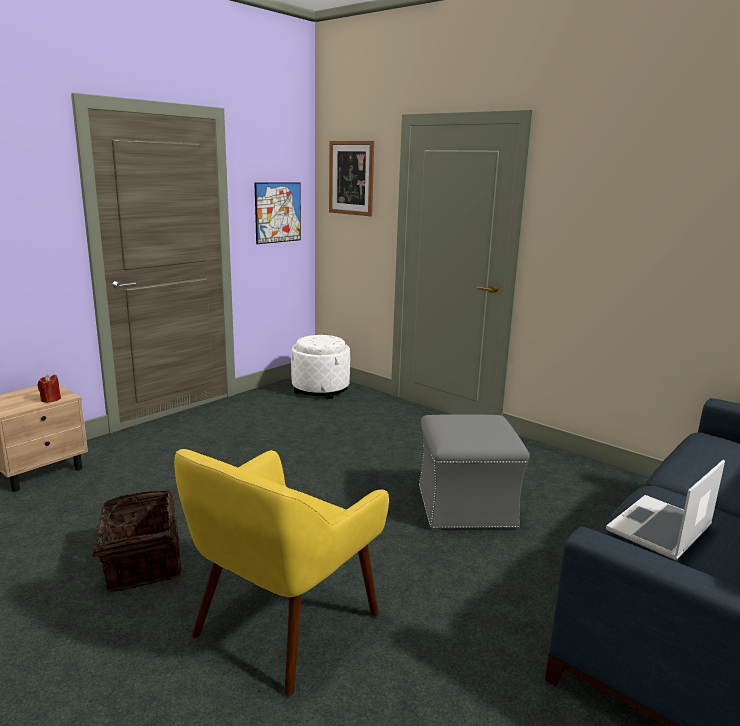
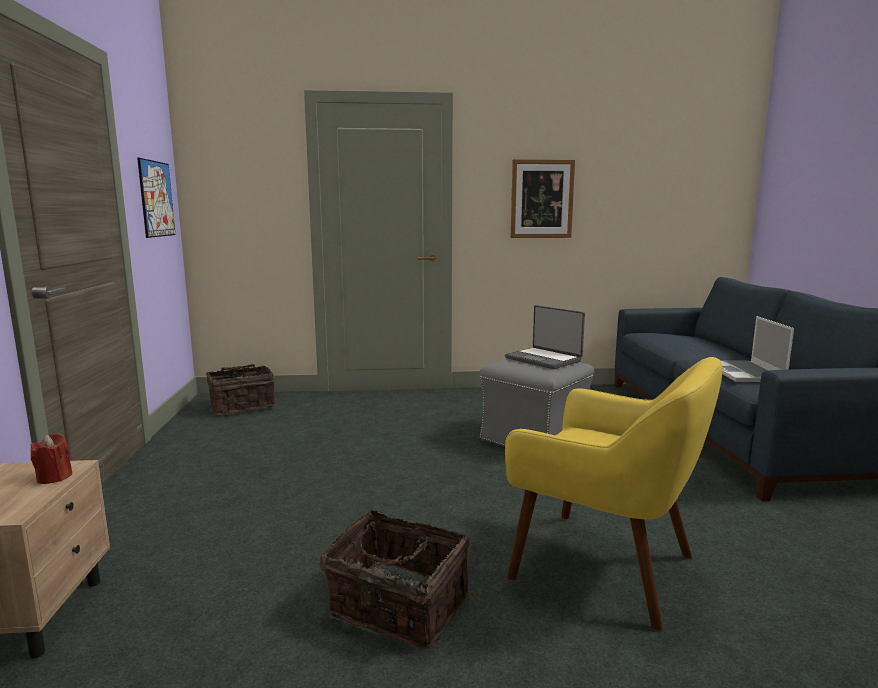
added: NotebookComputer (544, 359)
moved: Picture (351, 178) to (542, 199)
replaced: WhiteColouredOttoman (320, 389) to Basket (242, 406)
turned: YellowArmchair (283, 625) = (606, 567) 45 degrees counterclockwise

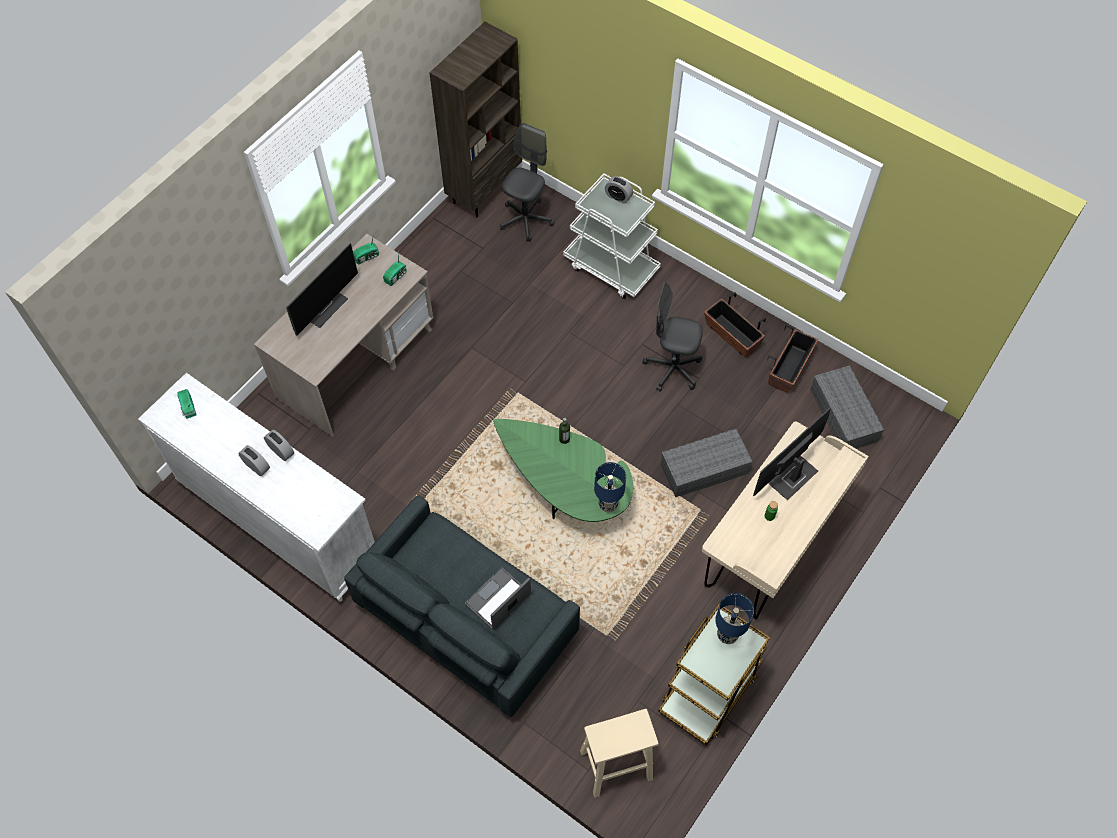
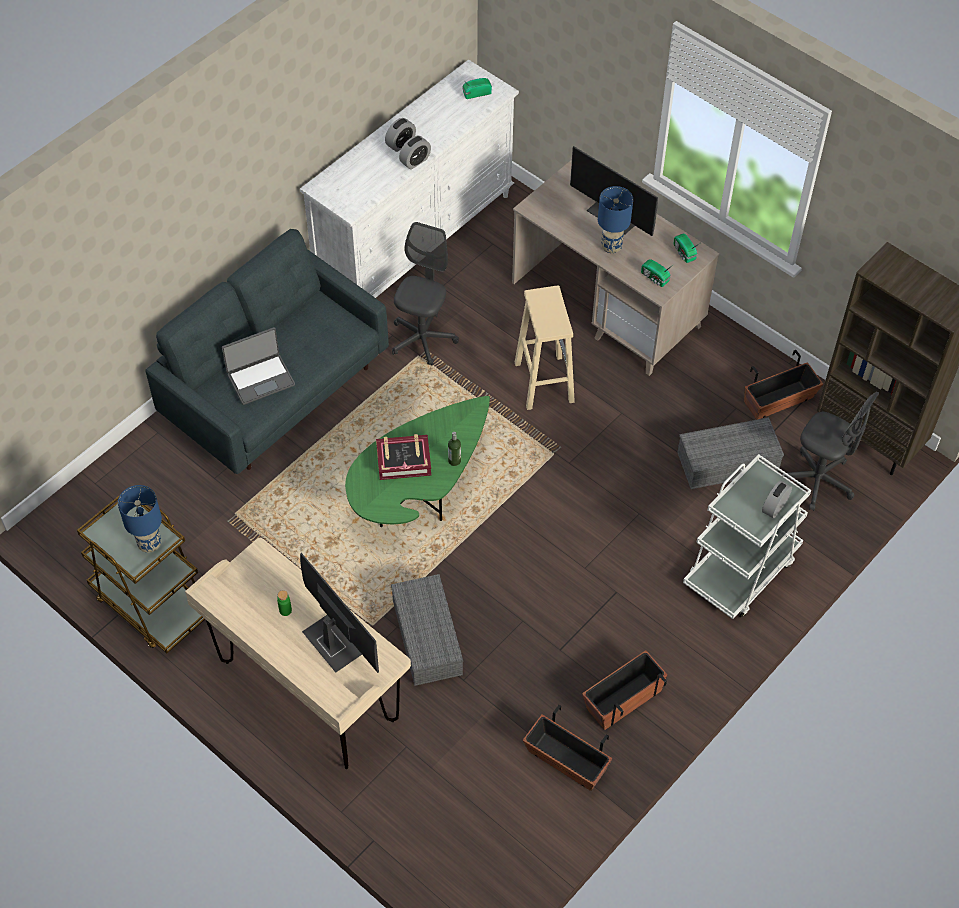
added: Planter (779, 401); Book (403, 460)
moved: GreyOfficeChair (672, 369) to (422, 339); GreyStorageBox (844, 416) to (726, 463); BlueTabletopLamp (608, 504) to (611, 247); SandColouredStool (615, 765) to (543, 381)
turned: NotebookComputer (499, 600) = (260, 379) 105 degrees clockwise

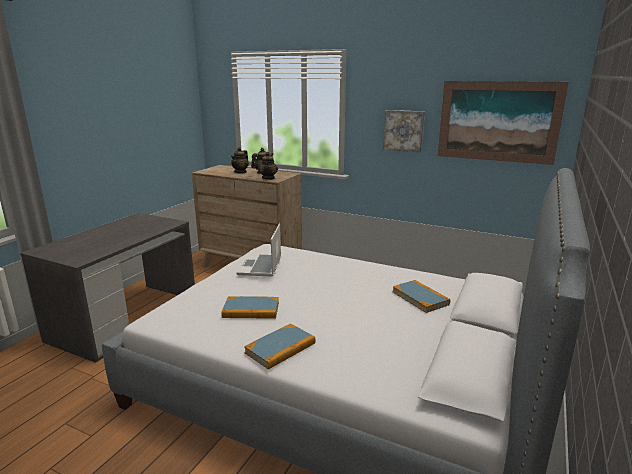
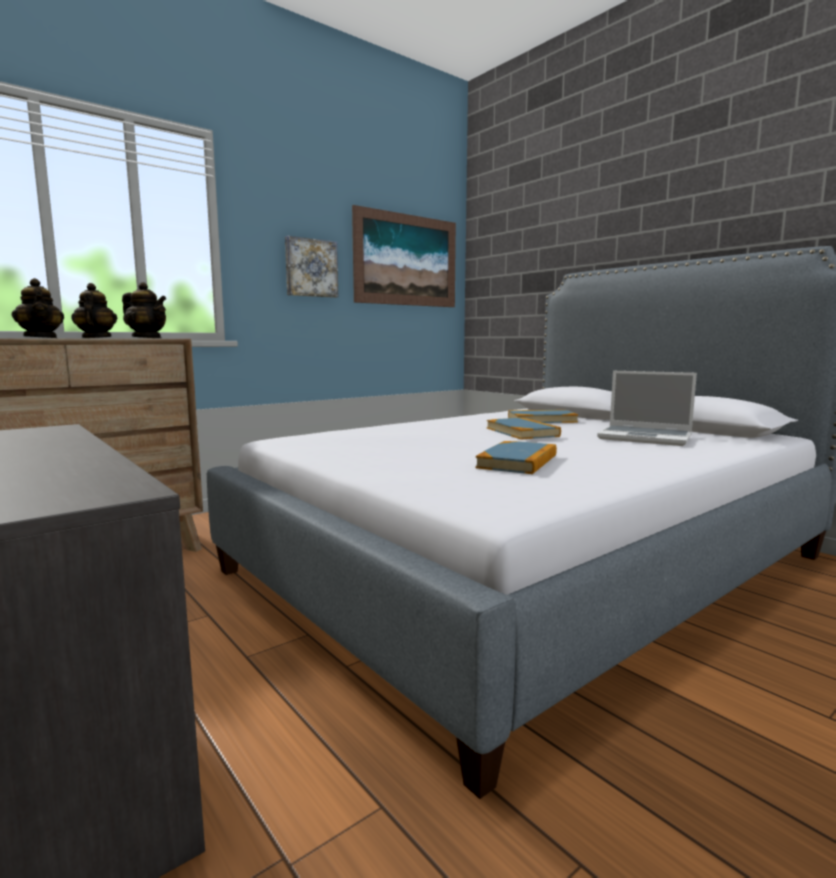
moved: NotebookComputer (260, 267) to (646, 437); Book (280, 348) to (522, 432)

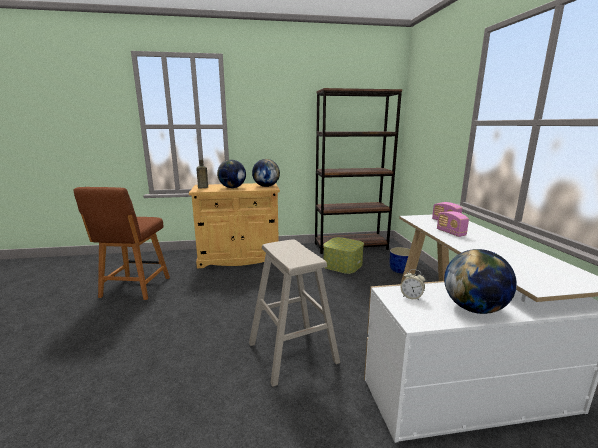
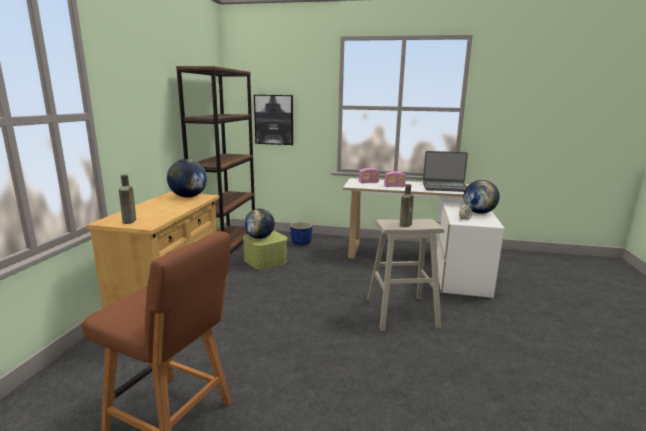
added: Picture (274, 119); NotebookComputer (445, 187); BrownishBottle (406, 224)
moved: WorldGlobe (232, 187) to (259, 237)

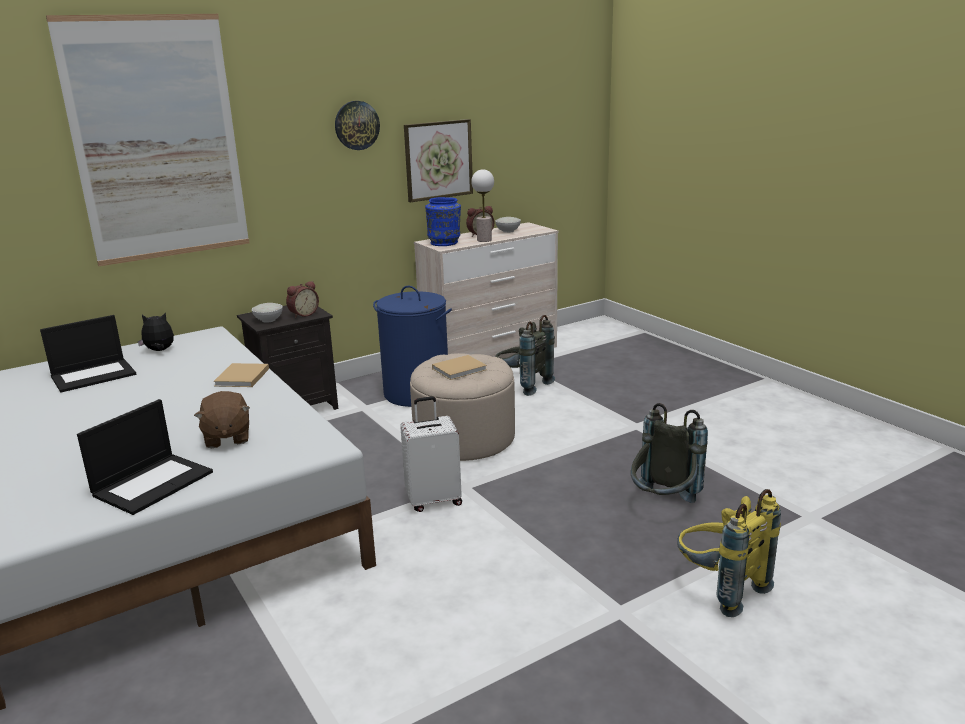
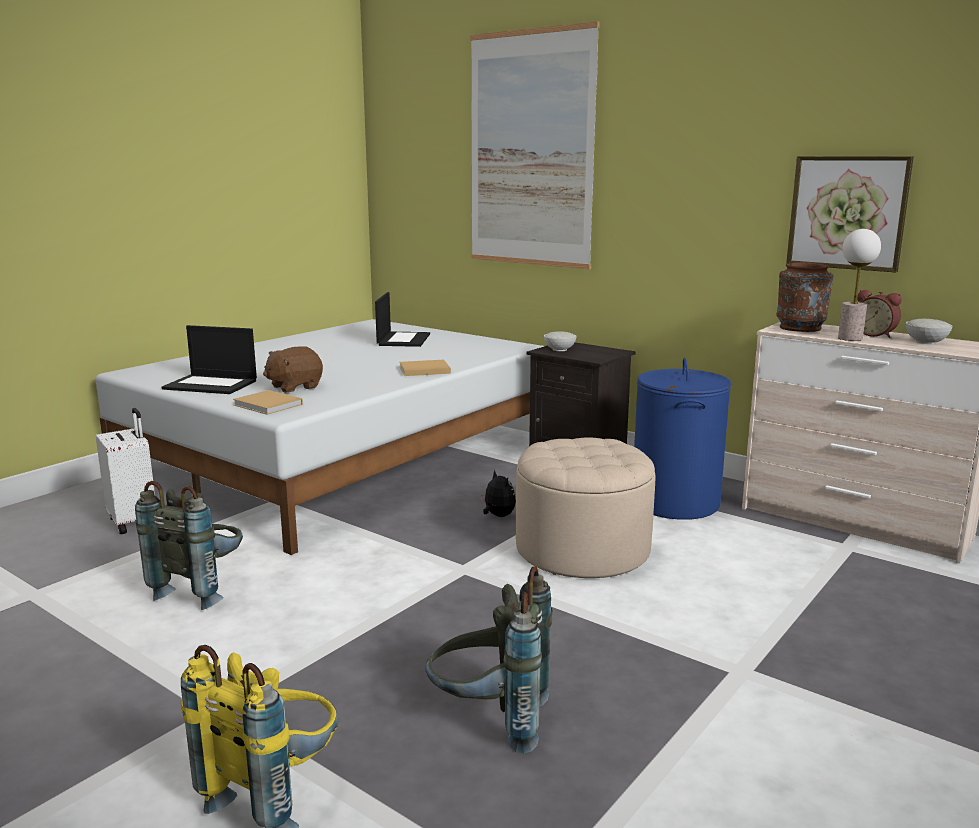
removed: WallClock (356, 125); AlarmClock (303, 314)
moved: PlushToy (159, 351) to (498, 516); GreyBackpack (523, 385) to (202, 589); SandColouredBook (460, 369) to (269, 405); WhiteColouredTravelCase (434, 500) to (134, 521)
recoloured: BlueDecorativeVase (444, 243) to BrownishDecorativeVase (800, 328)
turned: NotebookComputer (94, 375) = (403, 339) 120 degrees counterclockwise

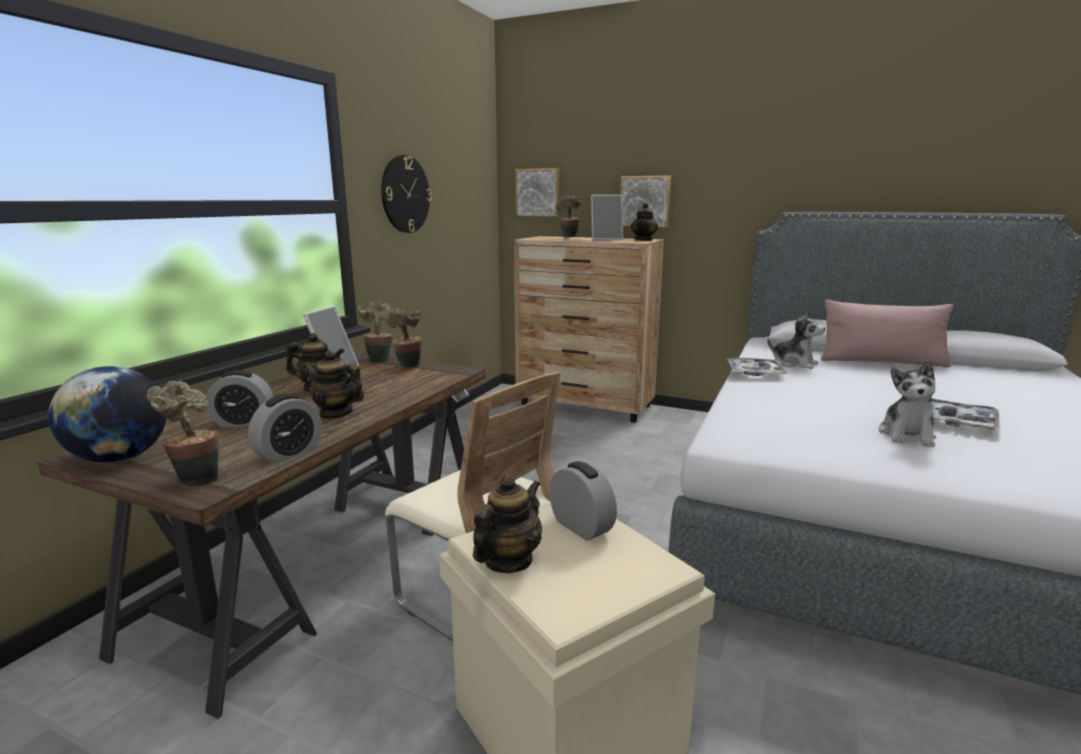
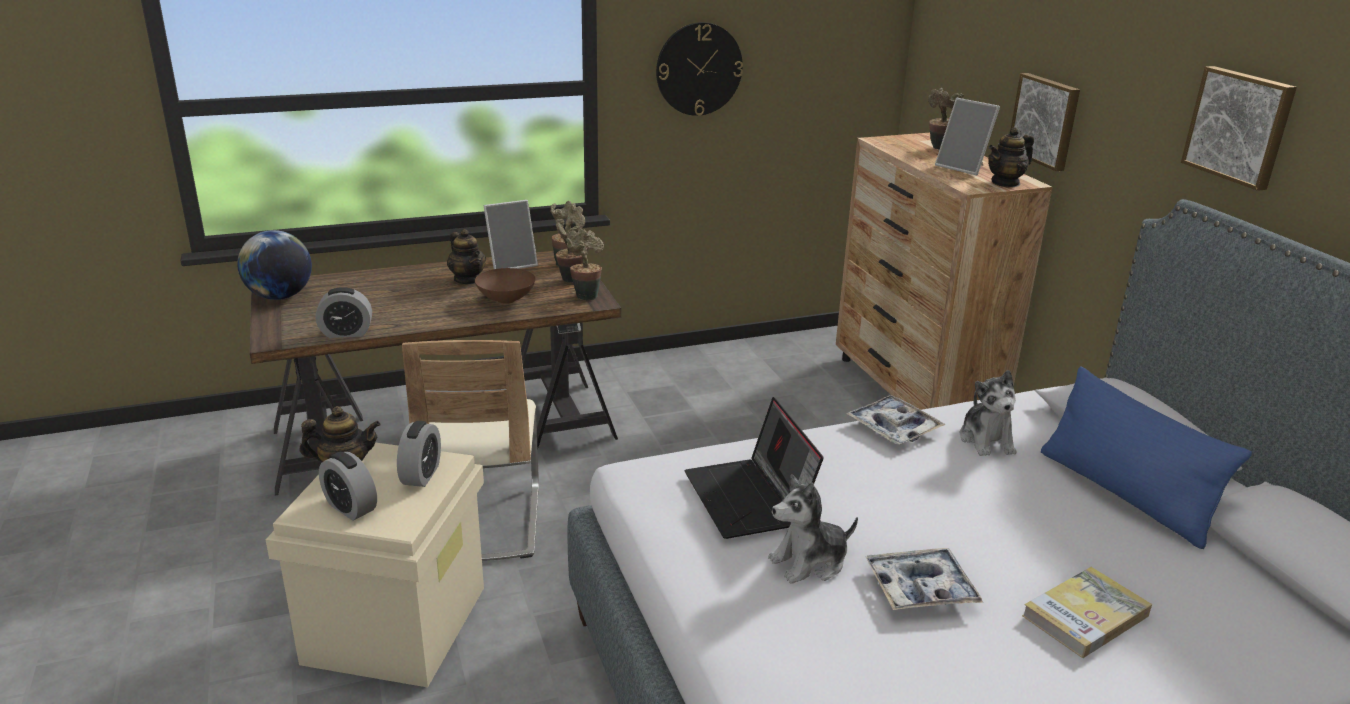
removed: Teapot (336, 413)
added: BrownishDeepDish (507, 300); NotebookComputer (750, 499); Book (1085, 616)
moved: Picture (538, 193) to (1239, 126); AlarmClock (243, 422) to (350, 507); PlantInAPot (196, 480) to (585, 295)
recoloured: PinkThrowPillow (881, 362) to BlueThrowPillow (1124, 494)

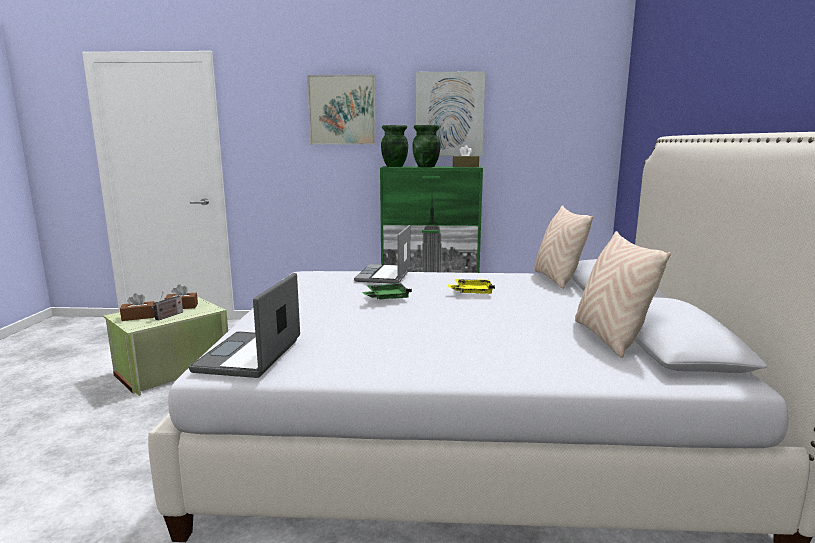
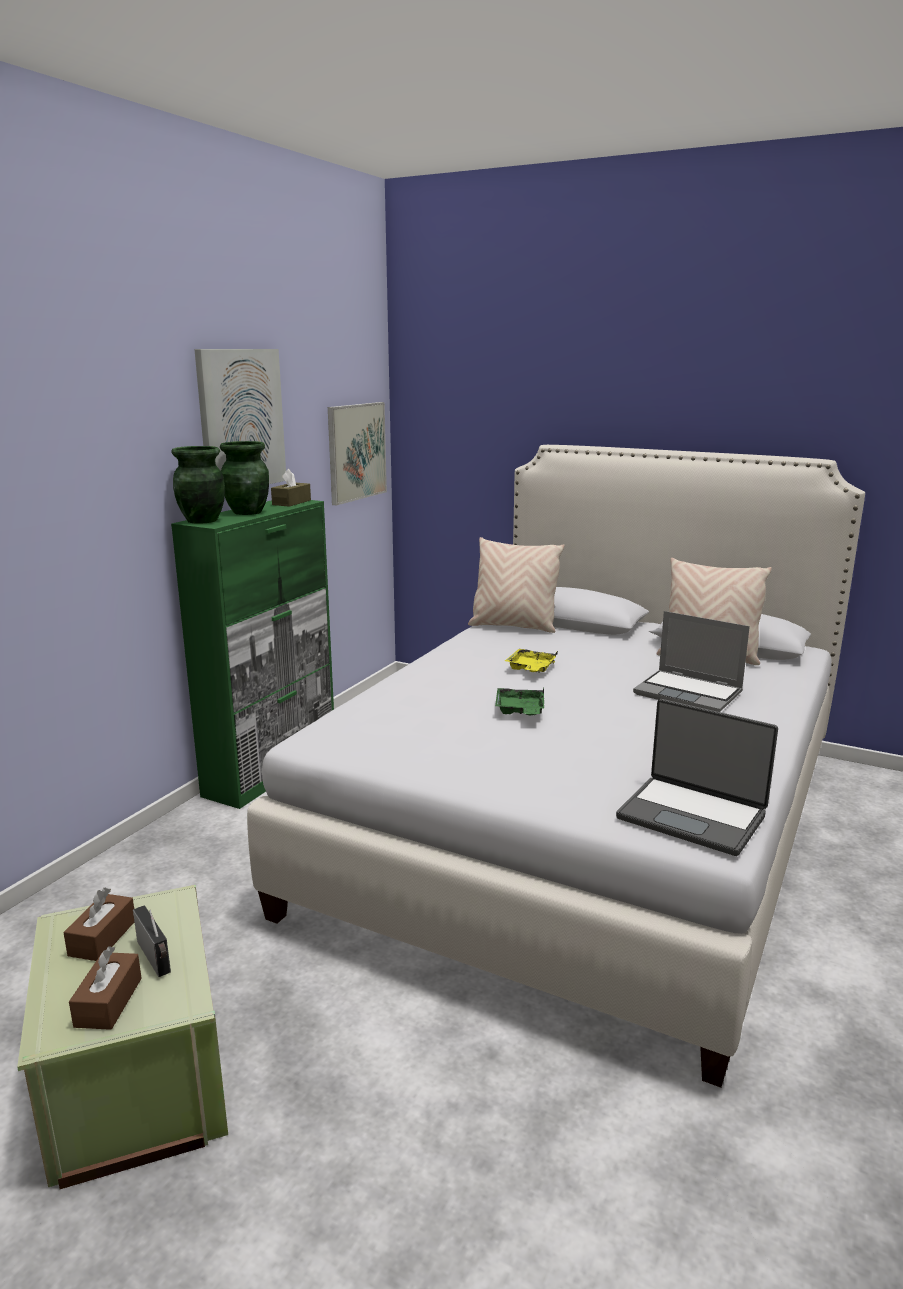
moved: Picture (342, 110) to (356, 452); NotebookComputer (384, 276) to (689, 693)

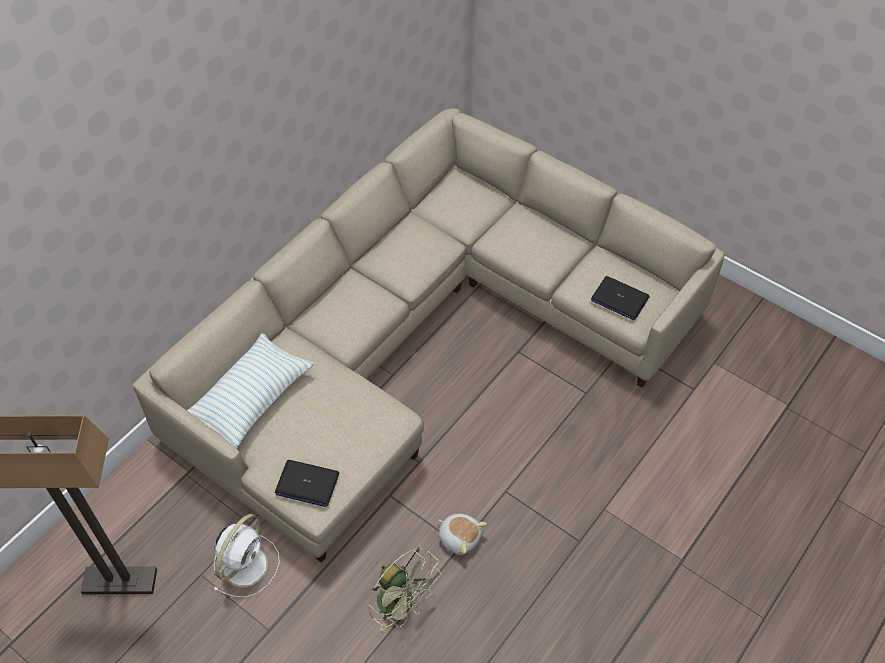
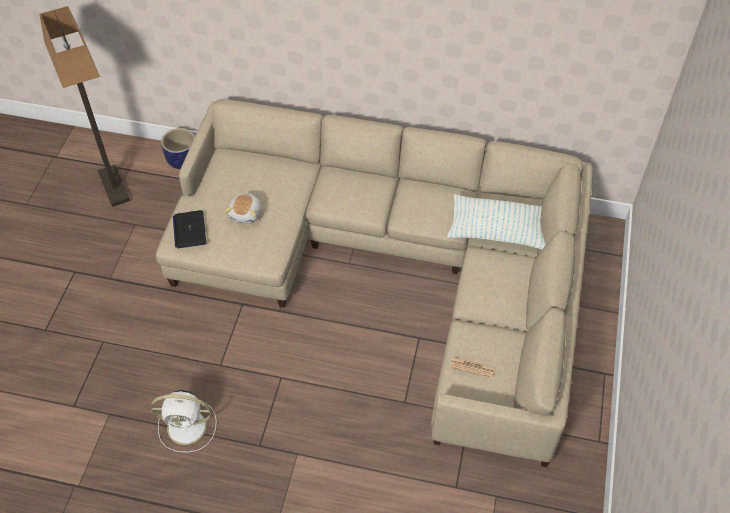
removed: GreenishElectricFan (402, 604)
added: Planter (183, 160)
moved: ThrowPillow (251, 399) to (497, 231); WhiteColouredElectricFan (246, 563) to (188, 427); PlushToy (460, 537) to (246, 214)
replaced: NotebookComputer (619, 299) to PrintedPaper (472, 367)

